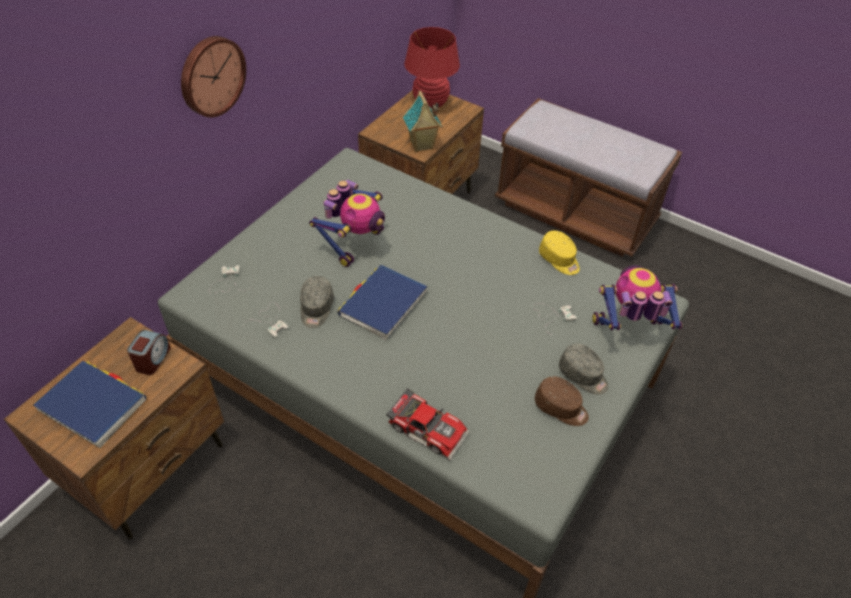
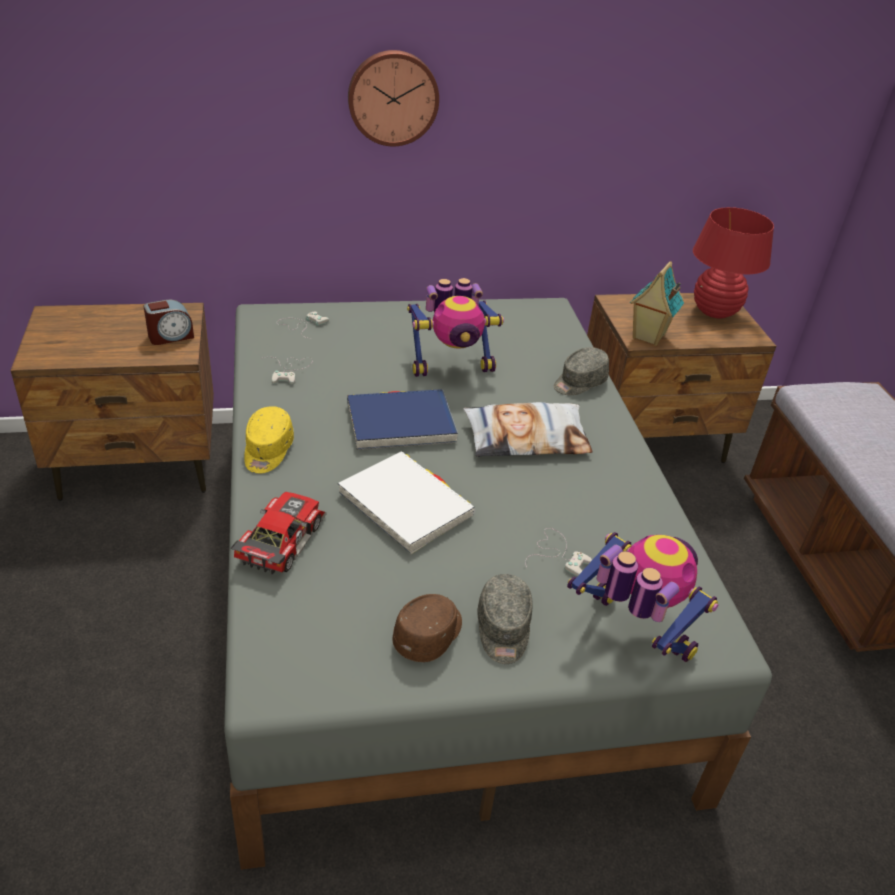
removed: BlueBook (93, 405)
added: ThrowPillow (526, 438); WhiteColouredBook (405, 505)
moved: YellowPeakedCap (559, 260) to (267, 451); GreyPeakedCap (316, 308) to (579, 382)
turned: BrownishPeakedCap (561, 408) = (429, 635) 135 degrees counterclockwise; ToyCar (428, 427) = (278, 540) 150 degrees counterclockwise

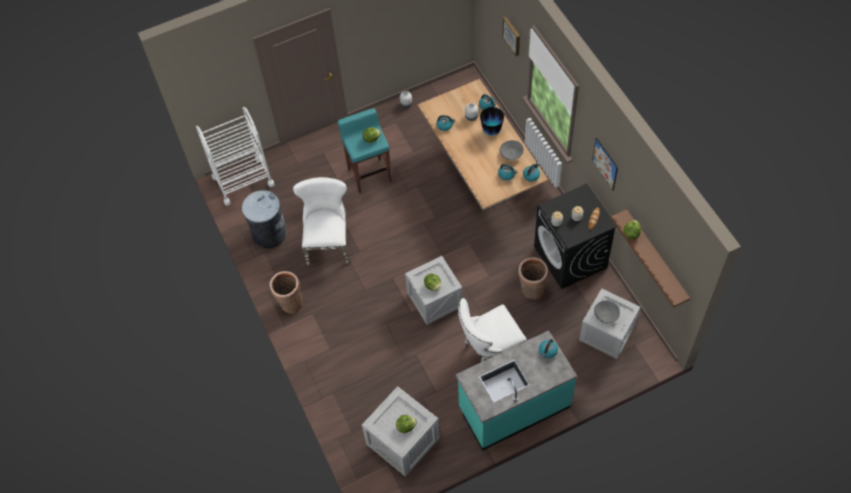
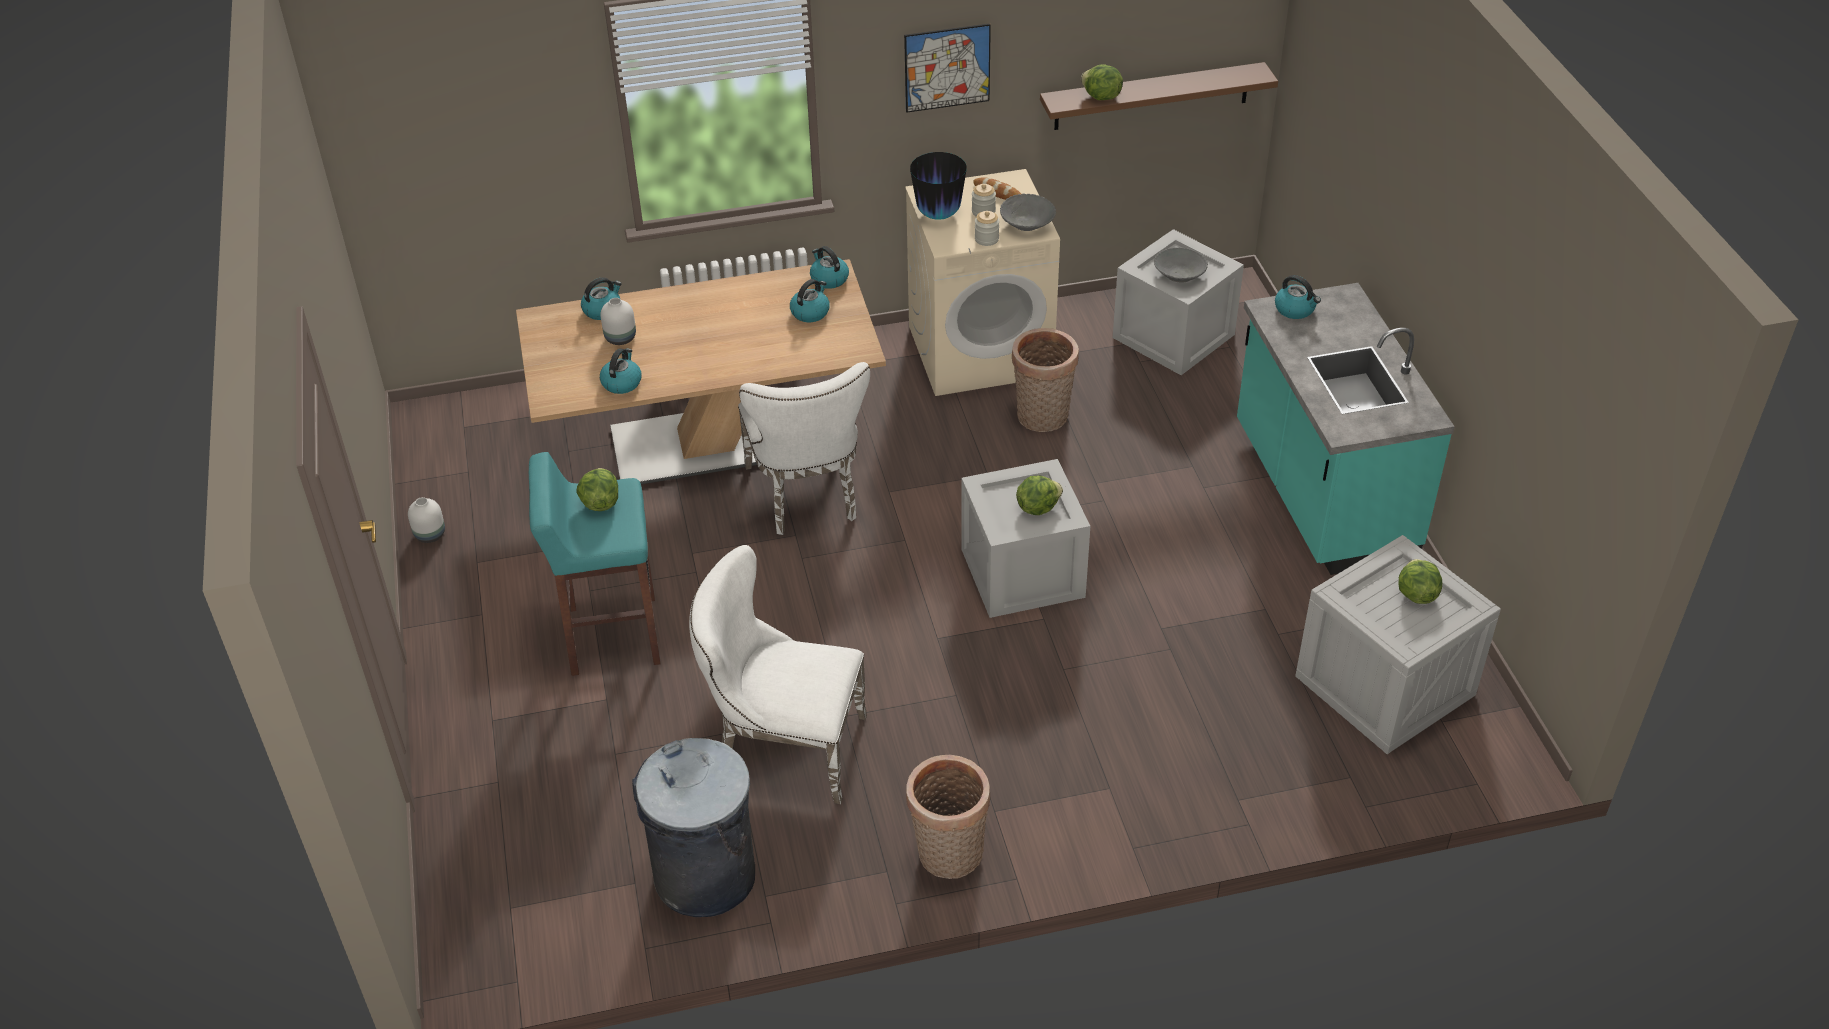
removed: Picture (512, 36); WhiteColouredTrolley (243, 181)
moved: DecorativeVase (491, 131) to (938, 214); GreyDeepDish (511, 154) to (1027, 224); WhiteColouredUprightChair (489, 351) to (807, 497)
recoloured: BlackColouredLaundryMachine (570, 257) to SandColouredLaundryMachine (981, 350)

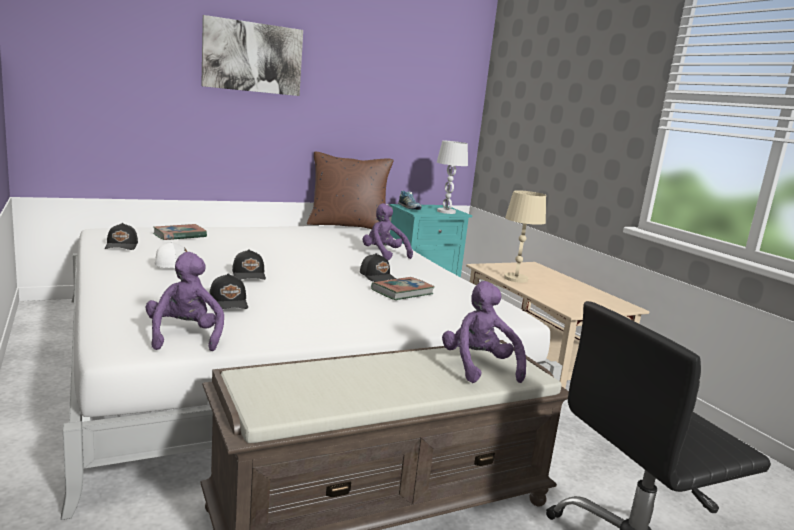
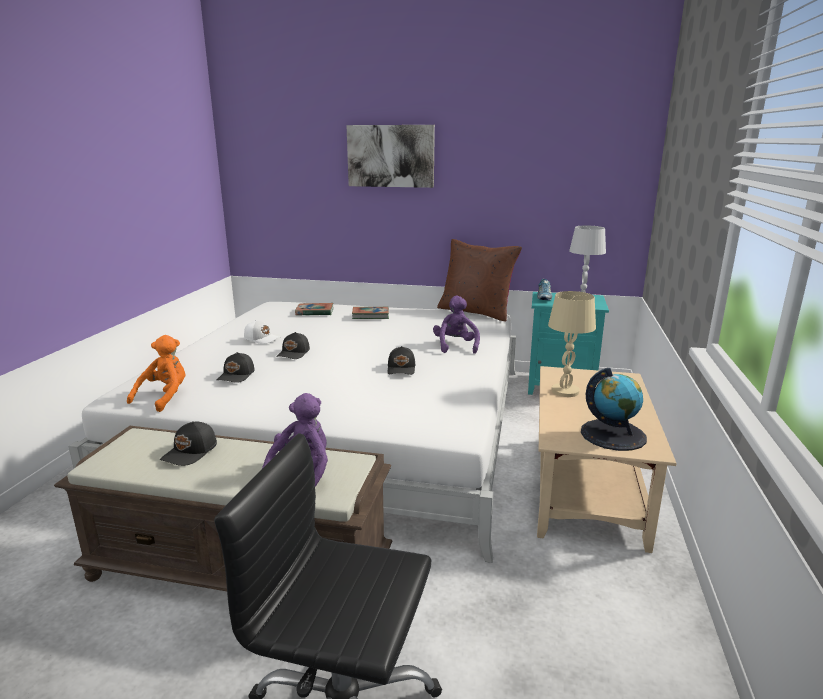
added: WorldGlobe (613, 434)
moved: BlackColouredPeakedCap (122, 246) to (191, 452); Book (402, 292) to (370, 315)
recoloured: PurplePlushToy (185, 337) to OrangePlushToy (164, 397)

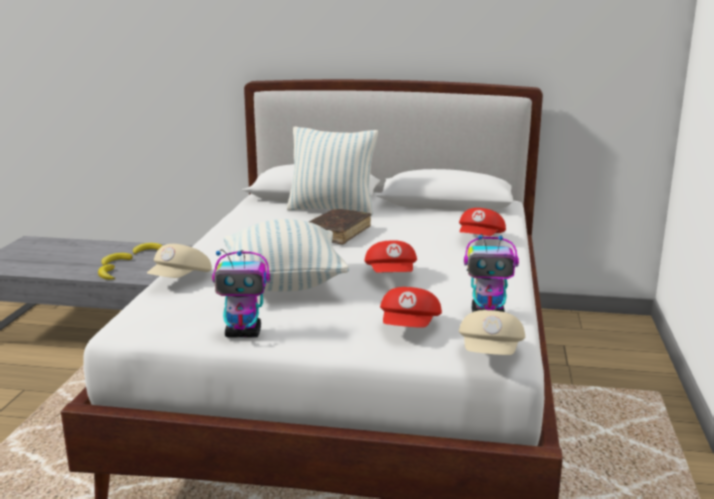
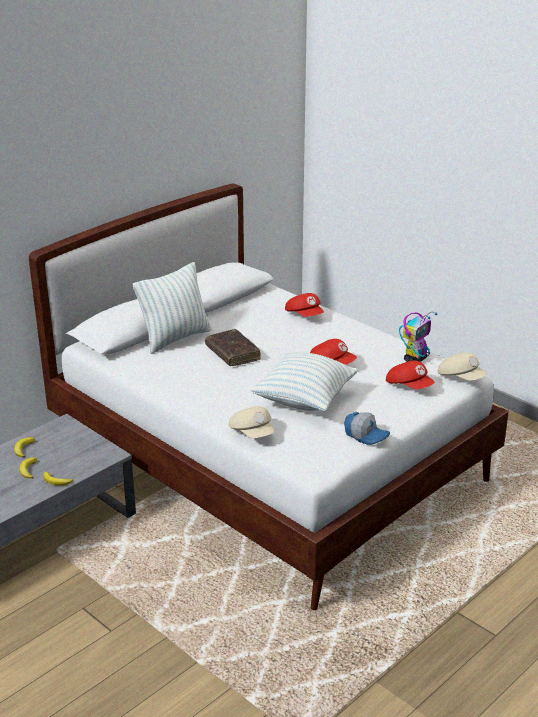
replaced: ModelRobot (244, 333) to PeakedCap (366, 435)

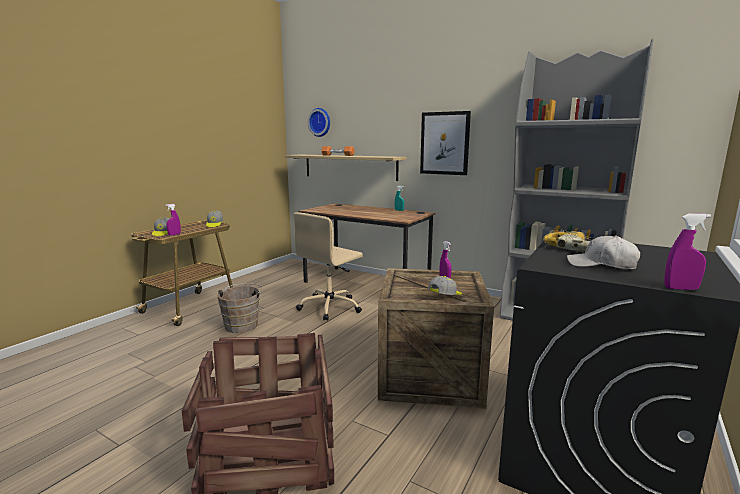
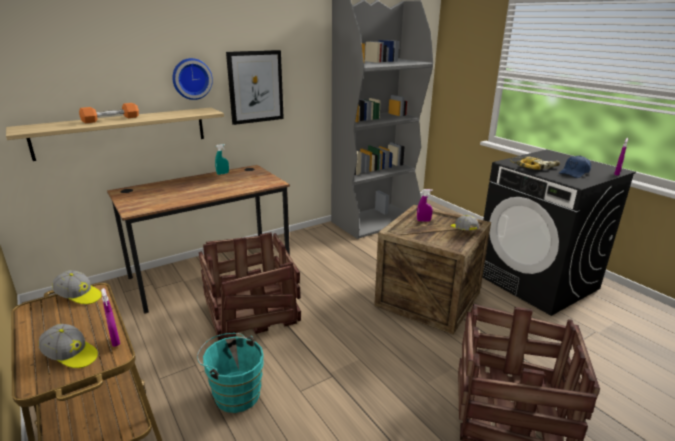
moved: WallClock (320, 122) to (191, 78)
replaced: SandColouredOfficeChair (330, 307) to ShippingCrate (250, 312)
recoloured: WhiteColouredPeakedCap (601, 265) to BluePeakedCap (574, 173); BrownishPail (242, 325) to BlueGreenPail (234, 393)

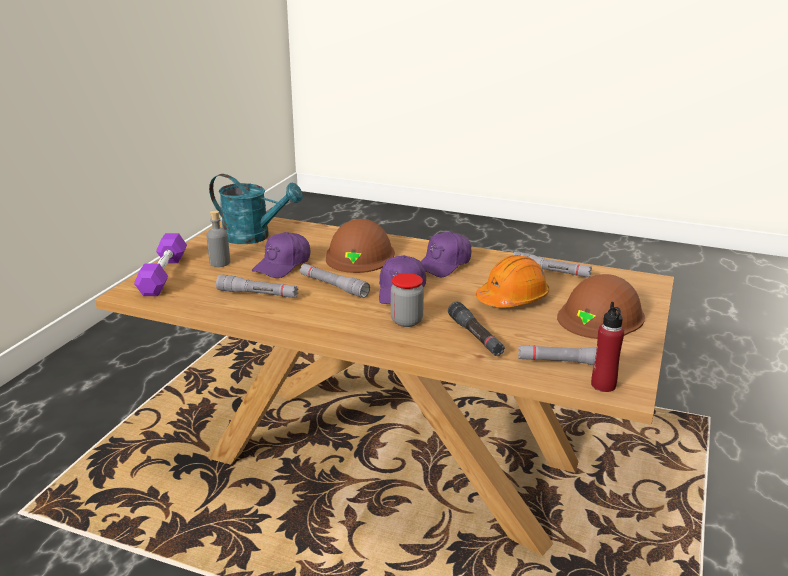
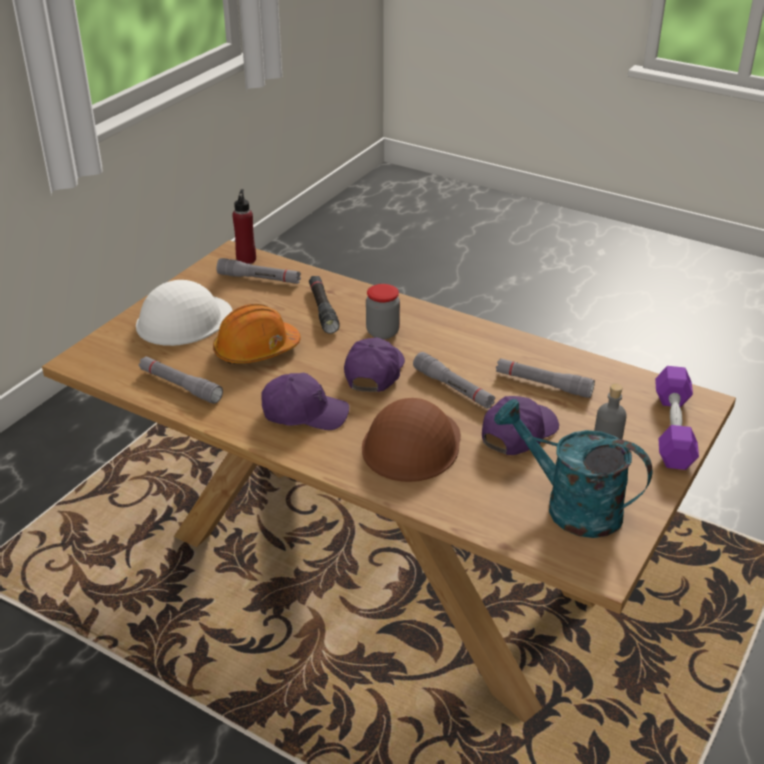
recoloured: BrownishHardHat (601, 316) to WhiteColouredHardHat (183, 320)
turned: PurplePeakedCap (444, 264) = (304, 413) 45 degrees clockwise

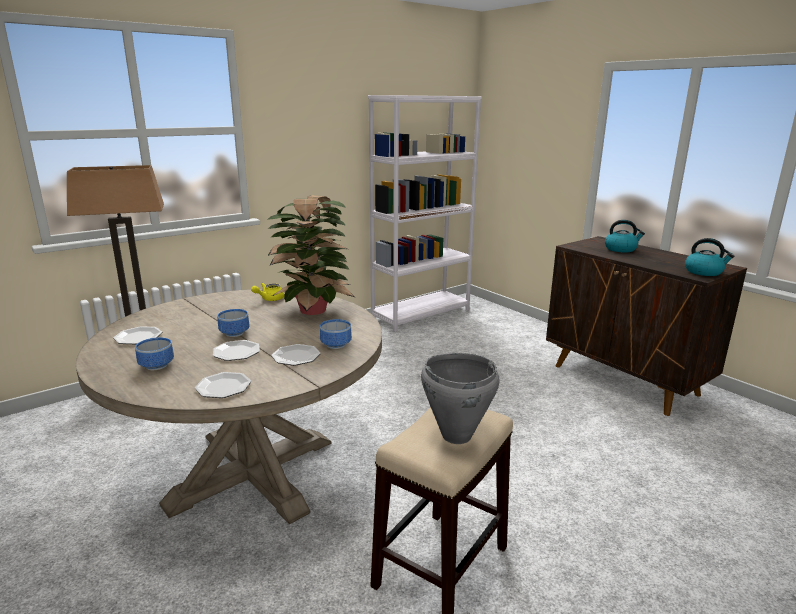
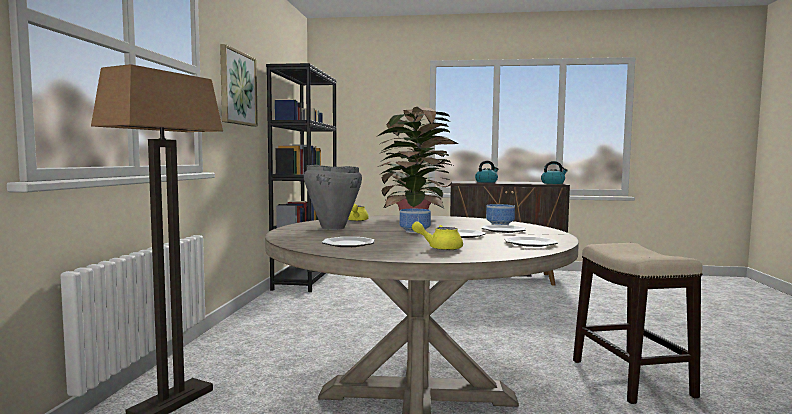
added: Picture (237, 88)
moved: GreySaucepot (456, 435) to (332, 228)
replaced: DeepDish (155, 366) to YellowTeapot (440, 248)
recoloured: WhiteColouredShelvingUnit (421, 314) to BlackColouredShelvingUnit (306, 279)

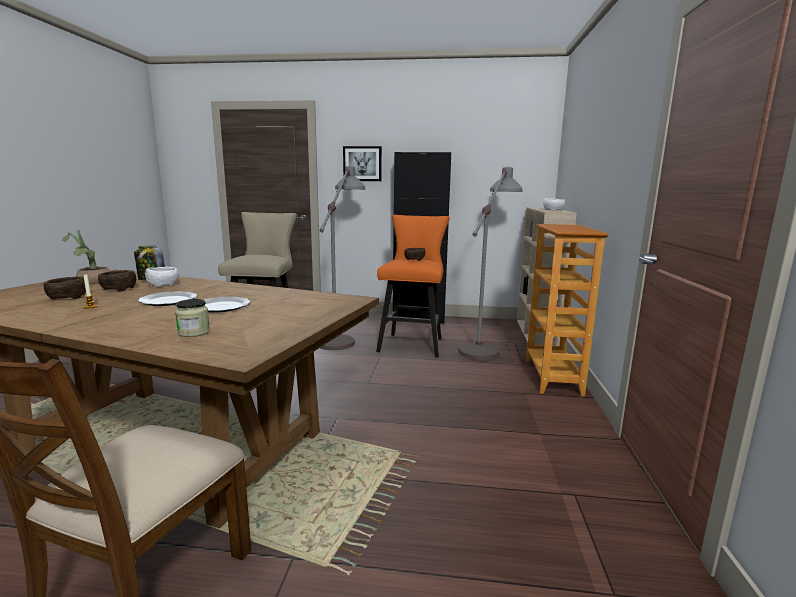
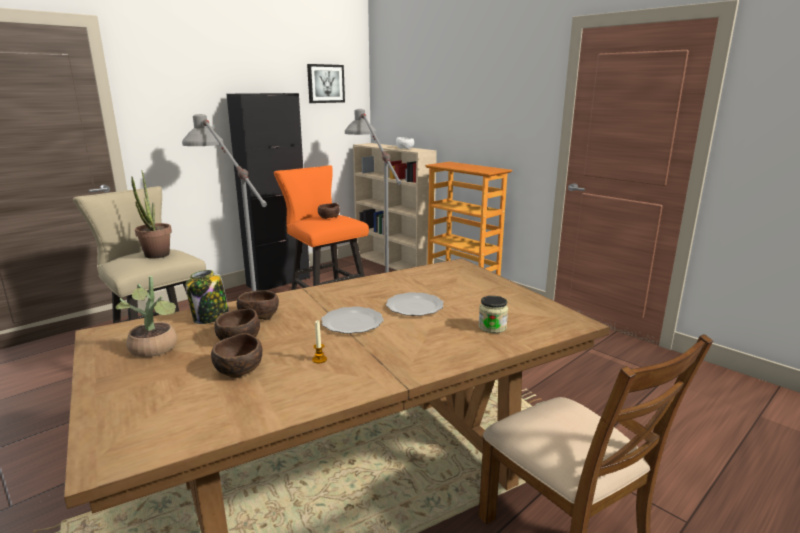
added: PlantInAPot (156, 256)
moved: Picture (362, 164) to (325, 83)
recoloured: WhiteColouredDeepDish (164, 284) to BrownishDeepDish (258, 315)

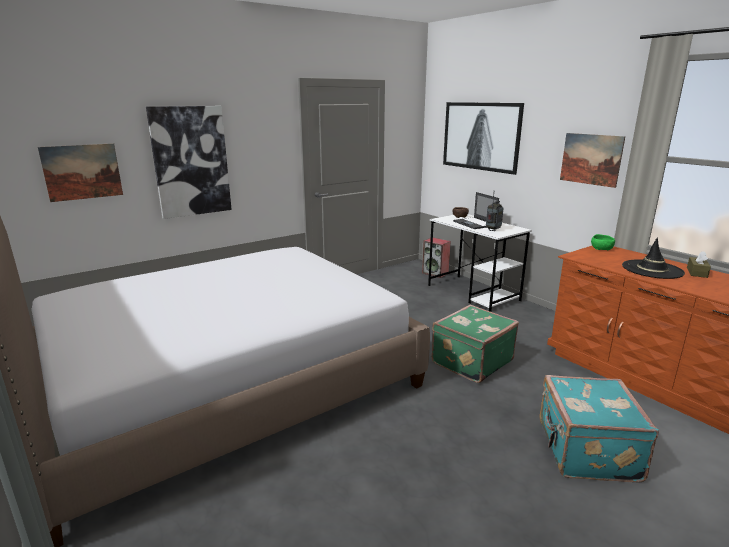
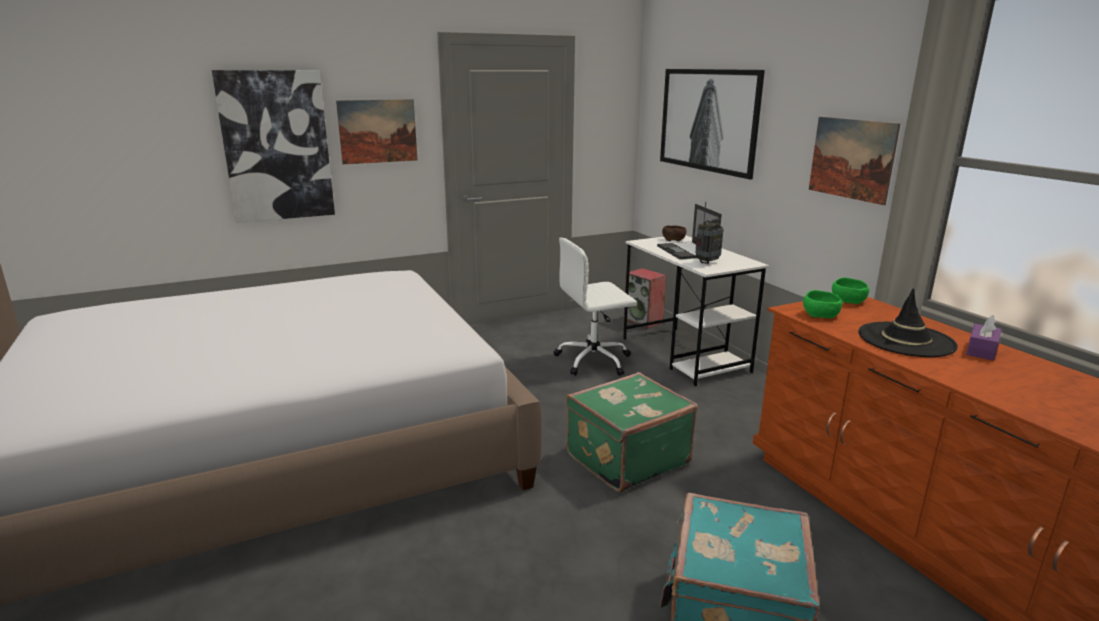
added: WhiteColouredOfficeChair (594, 360); GreenishDeepDish (821, 315)
moved: Picture (82, 172) to (378, 131)
recoloured: BrownishTissueBox (697, 272) to PurpleTissueBox (981, 350)

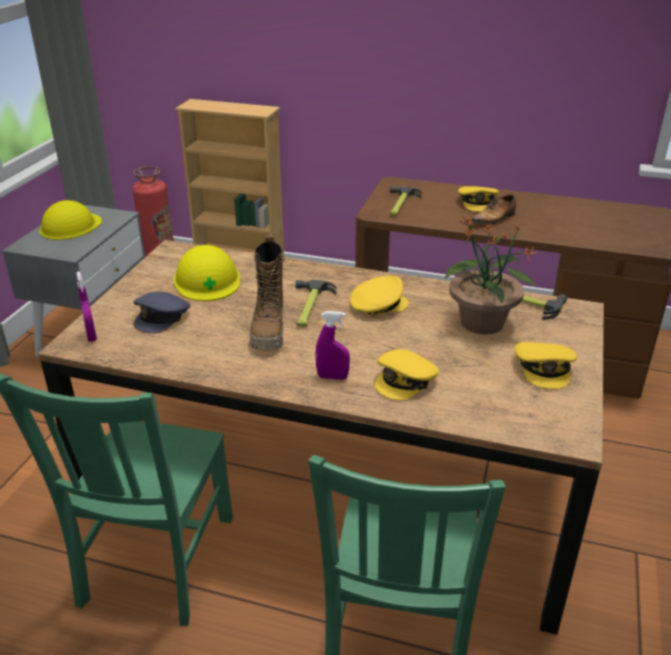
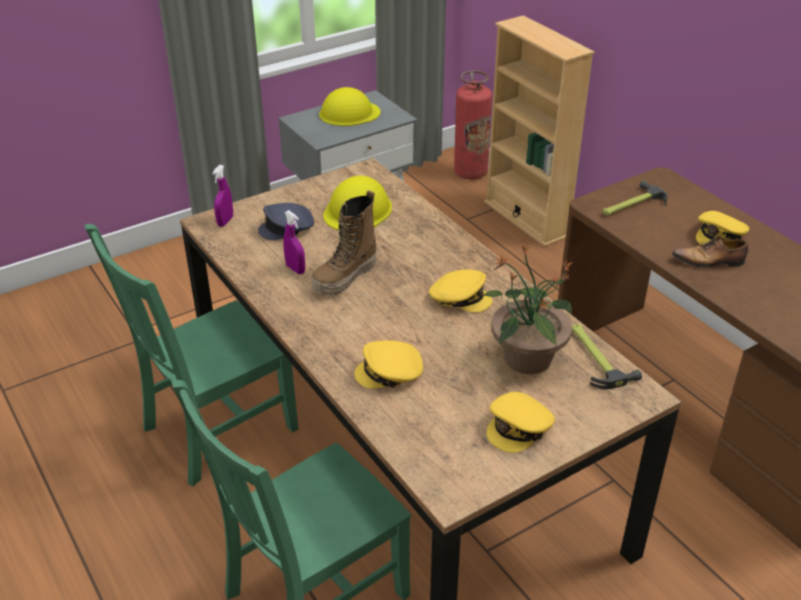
removed: HandHammer (309, 307)
moved: PurpleSprayer (332, 377) to (295, 269)

